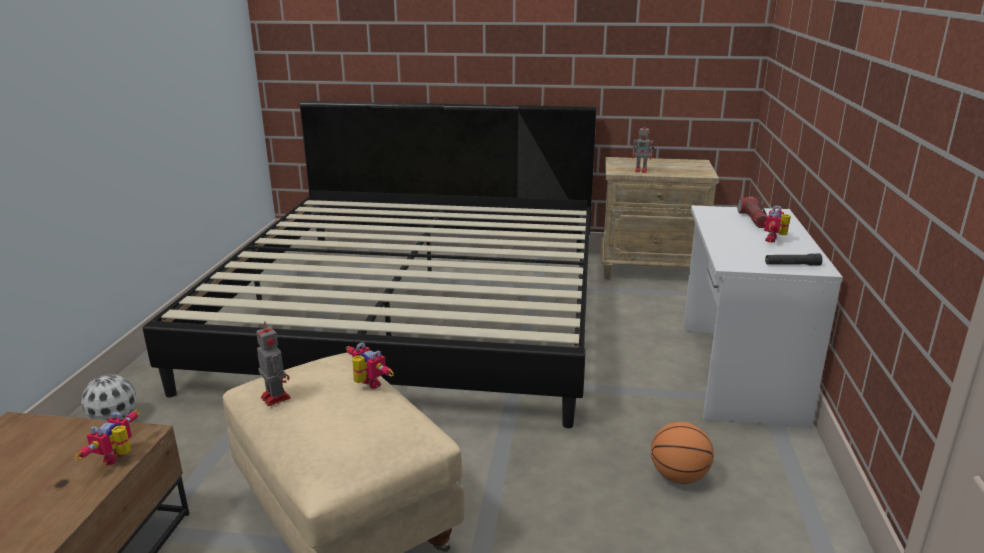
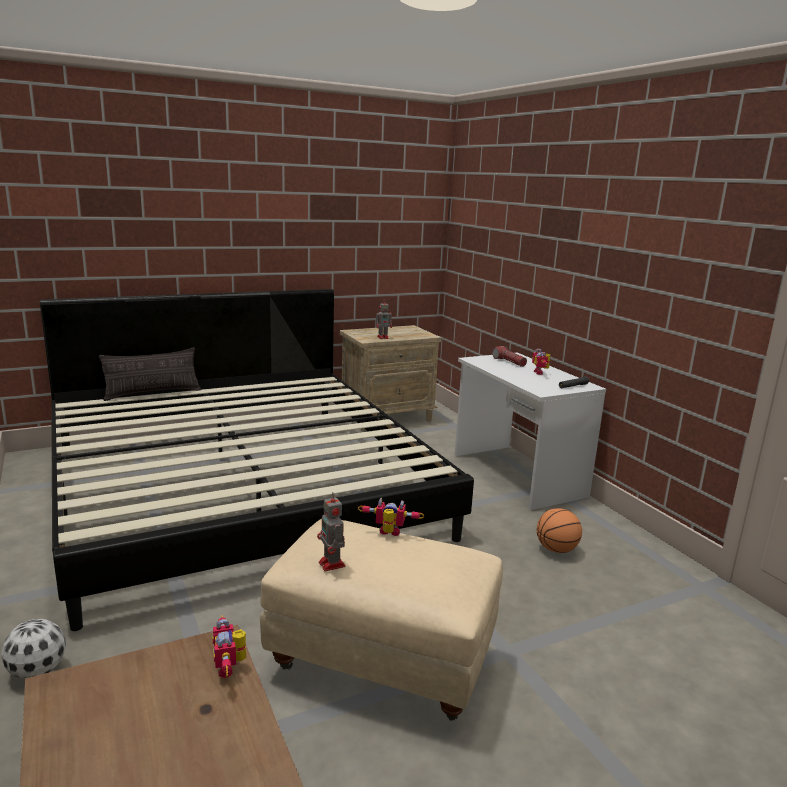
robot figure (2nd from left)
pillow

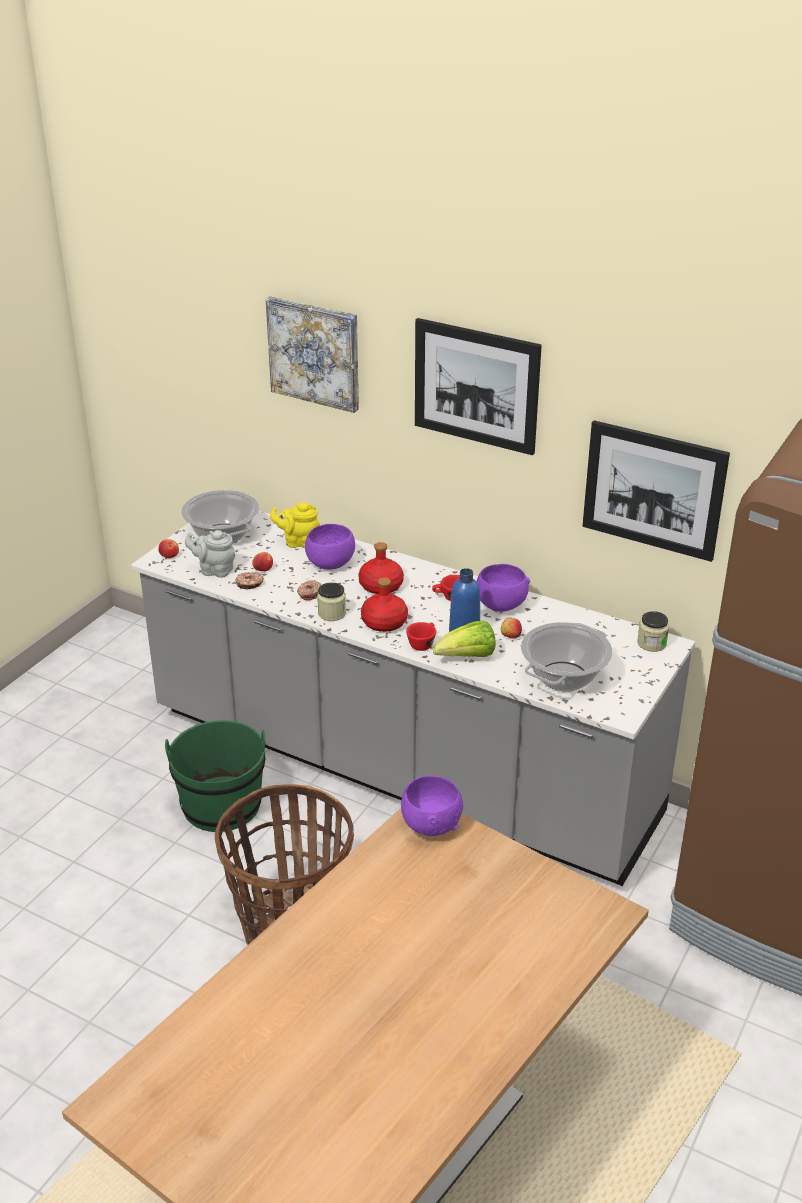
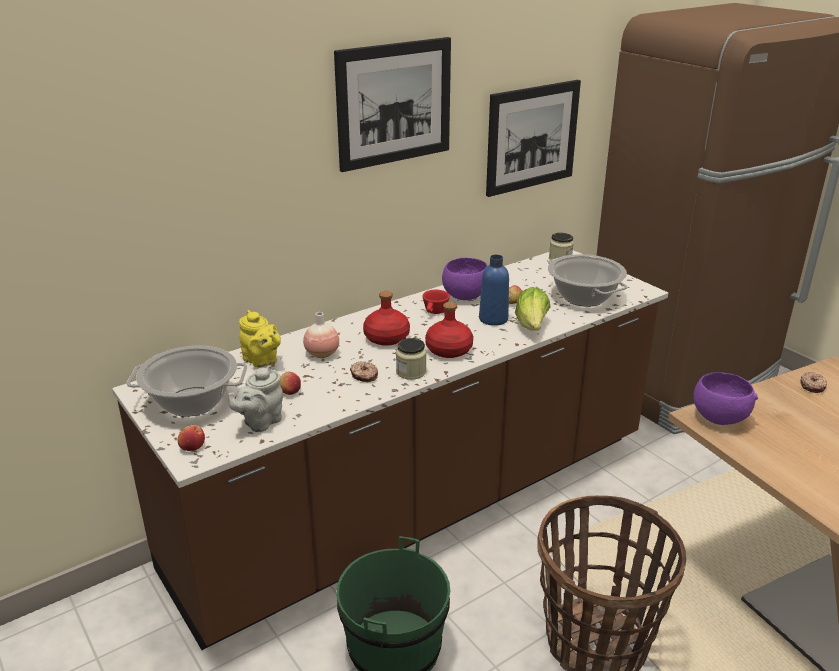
wall art (1st from left in the first image)
yellow teapot
brown-coloured kitchen base unit
flower vase
doughnut (2nd from left)
red drinking cup (1st from left in the first image)

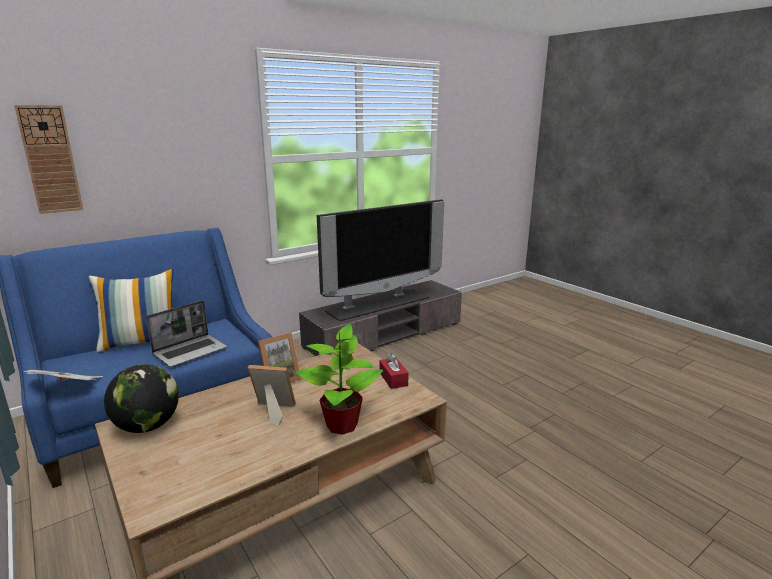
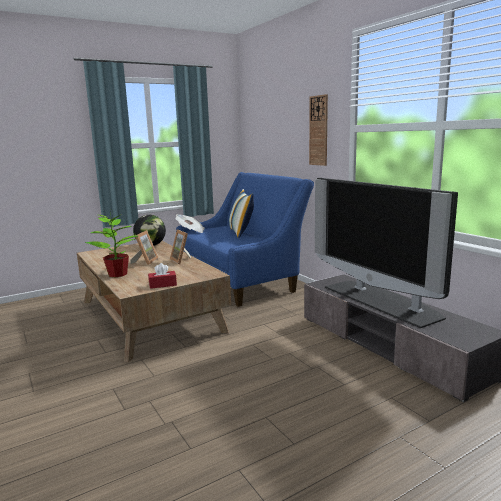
clock on the wall
laptop

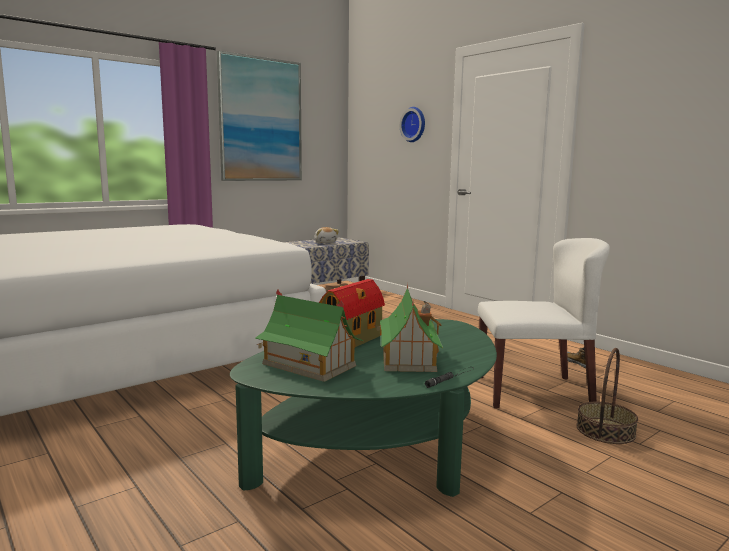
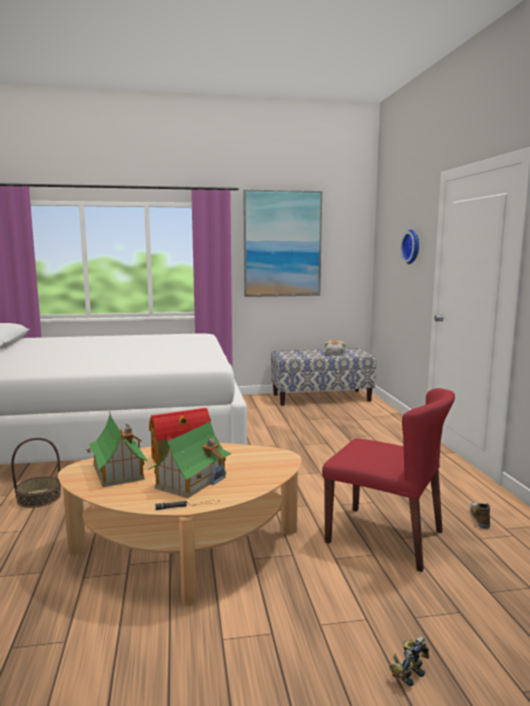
red upright chair
beige coffee table
basket
robot figure

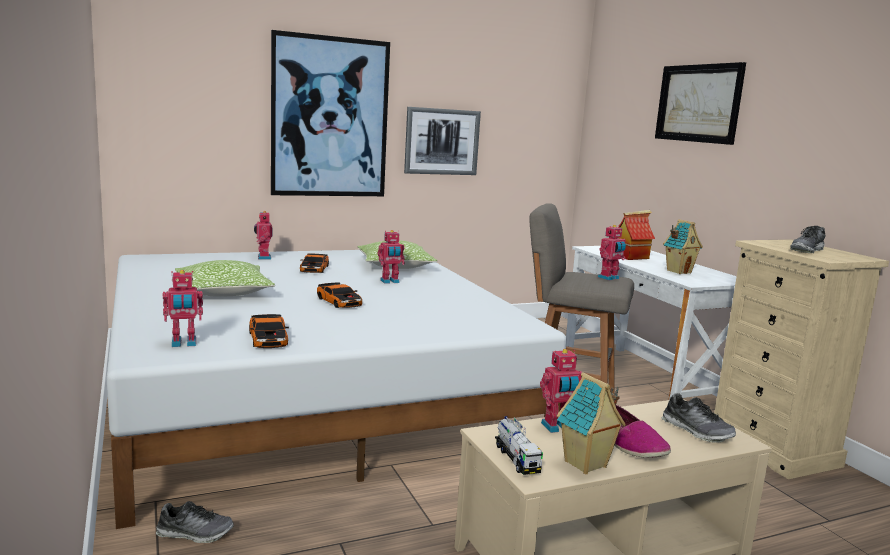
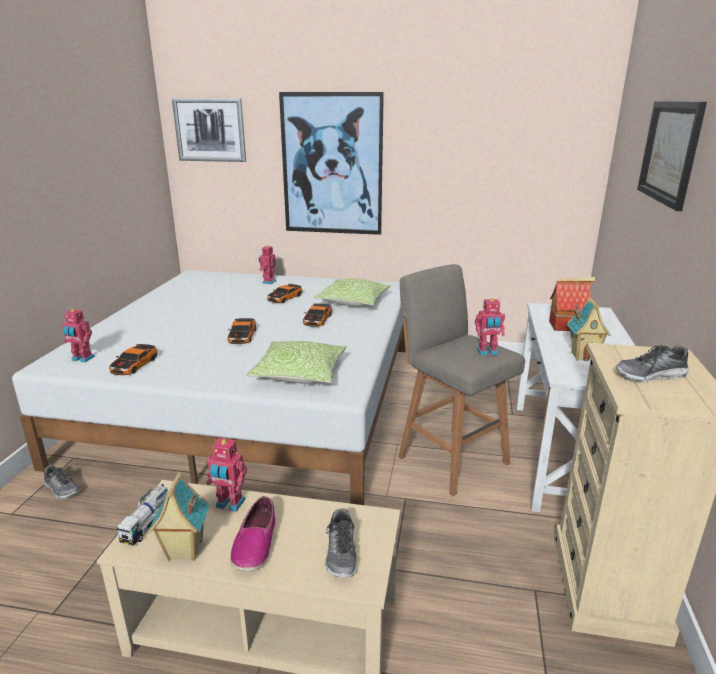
wall art (1st from left)
miniature car (4th from left)
pillow (1st from left)

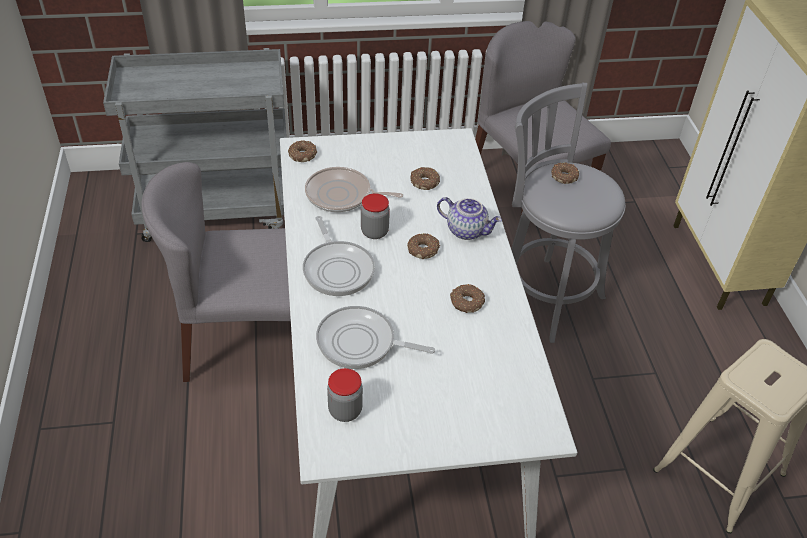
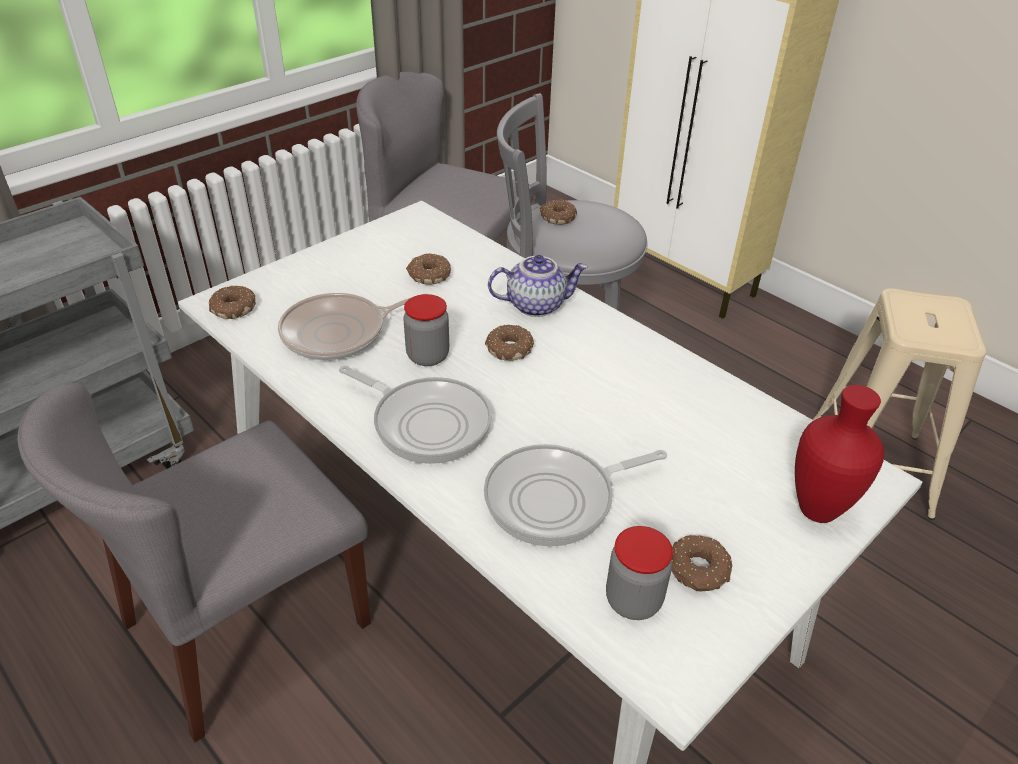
doughnut (5th from left)
red flower vase

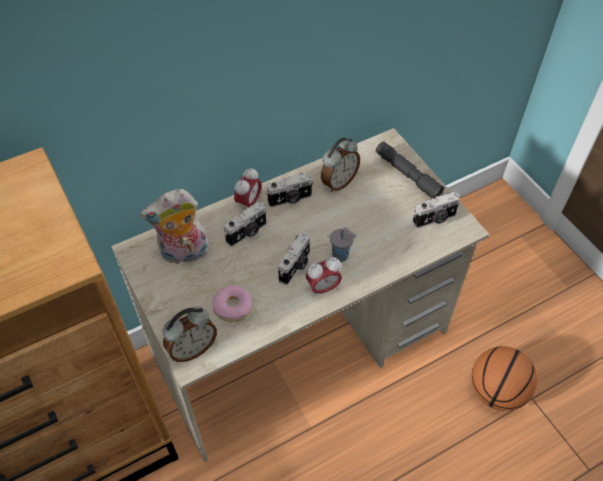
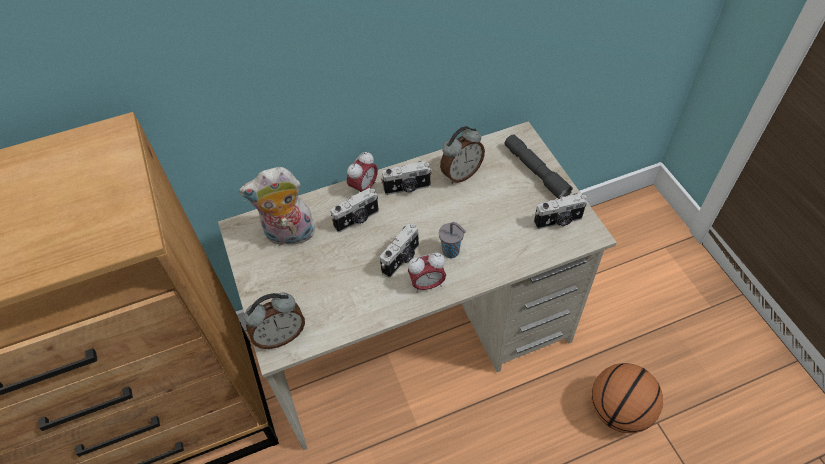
doughnut

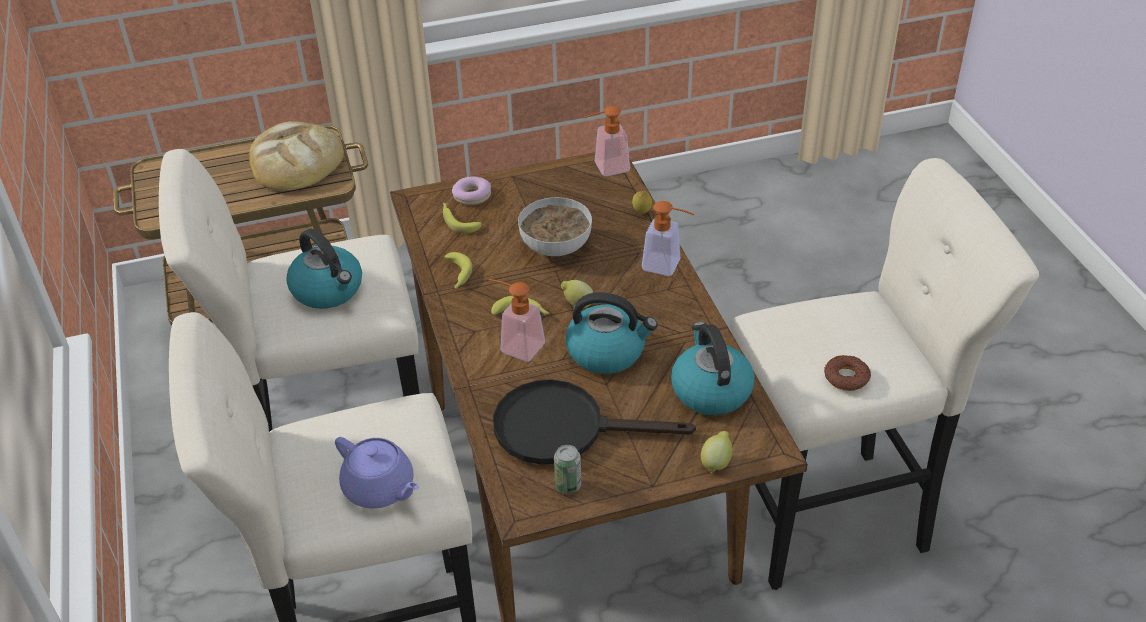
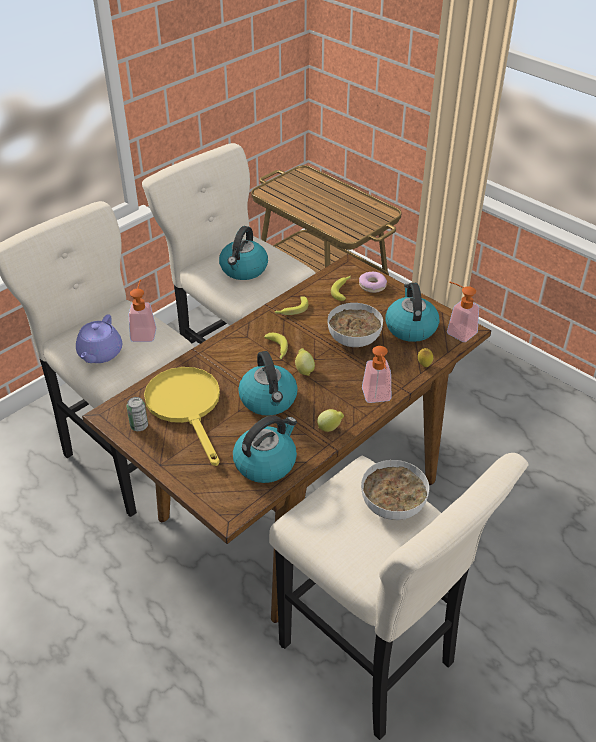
baked bread
soap dispenser (1st from left)
doughnut (2nd from left in the first image)
yellow pan
citrus fruit (2nd from left)
tea kettle (4th from left)
deep dish (2nd from left)

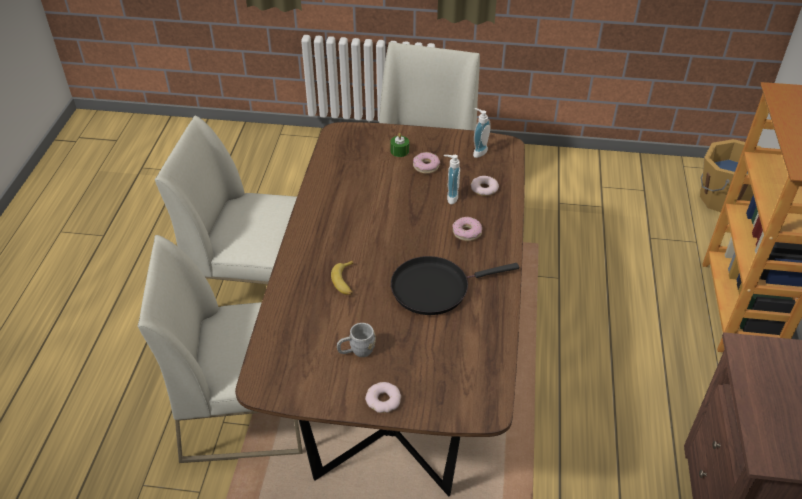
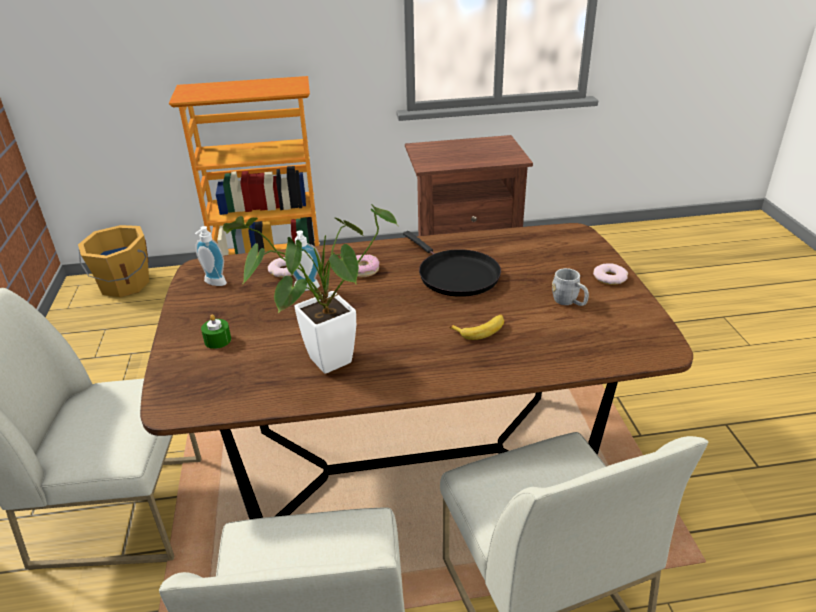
doughnut (2nd from left in the first image)
houseplant

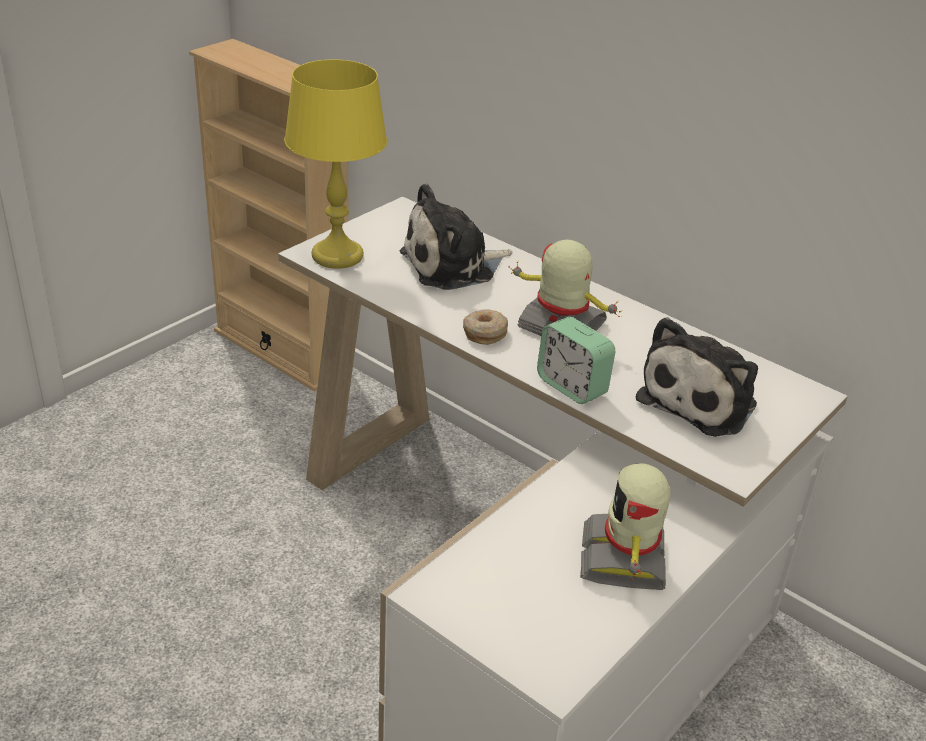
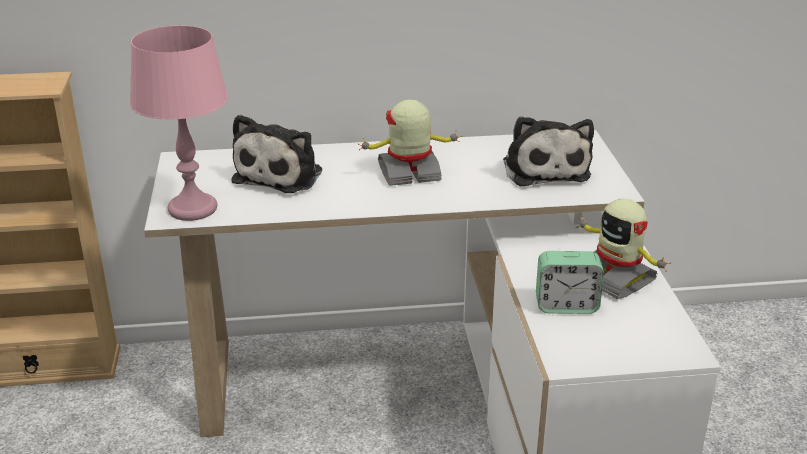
pink-coloured lamp for a table
doughnut
bedside clock

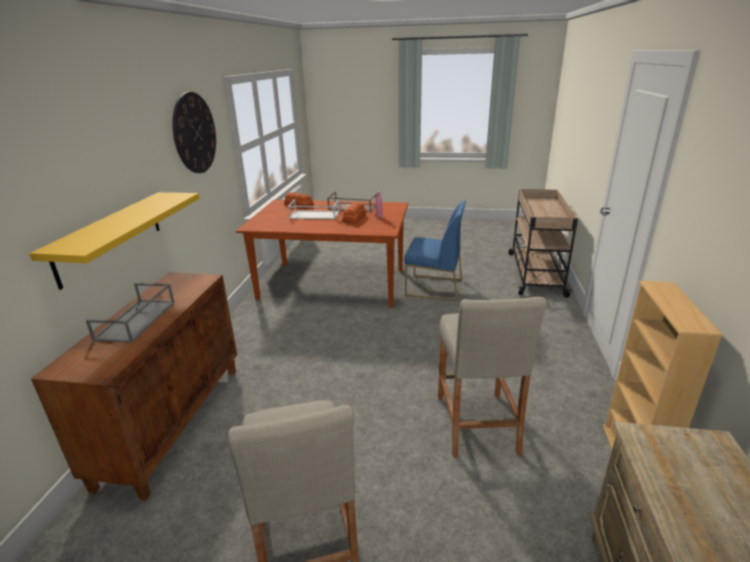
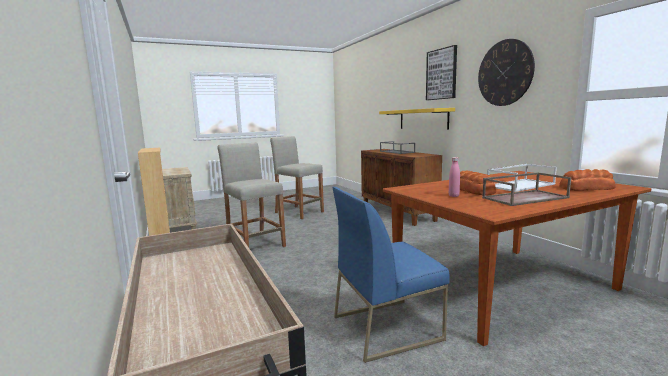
wall art

